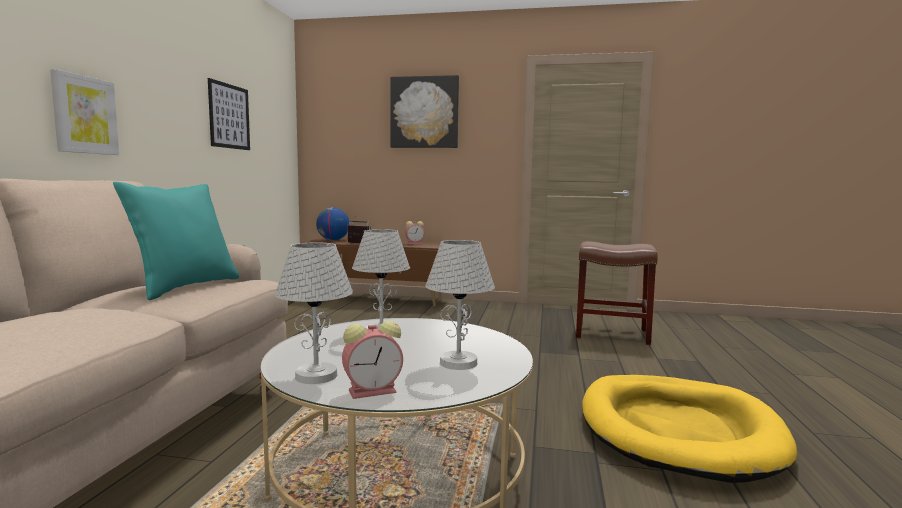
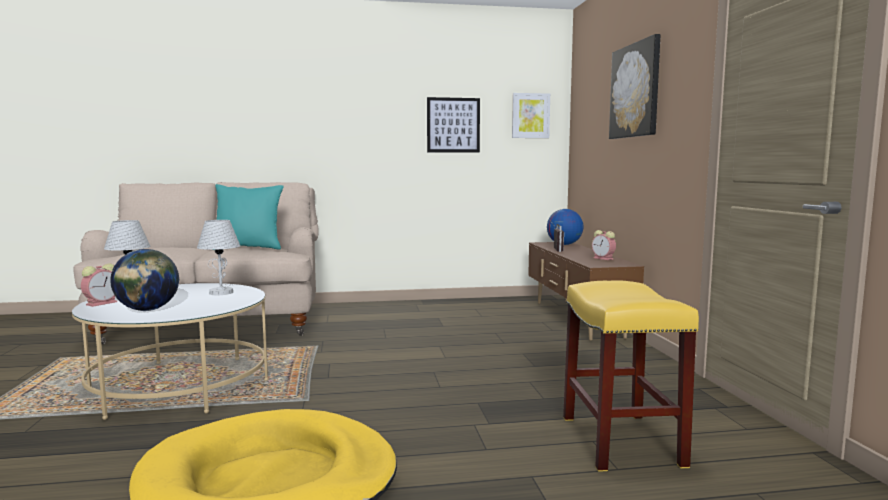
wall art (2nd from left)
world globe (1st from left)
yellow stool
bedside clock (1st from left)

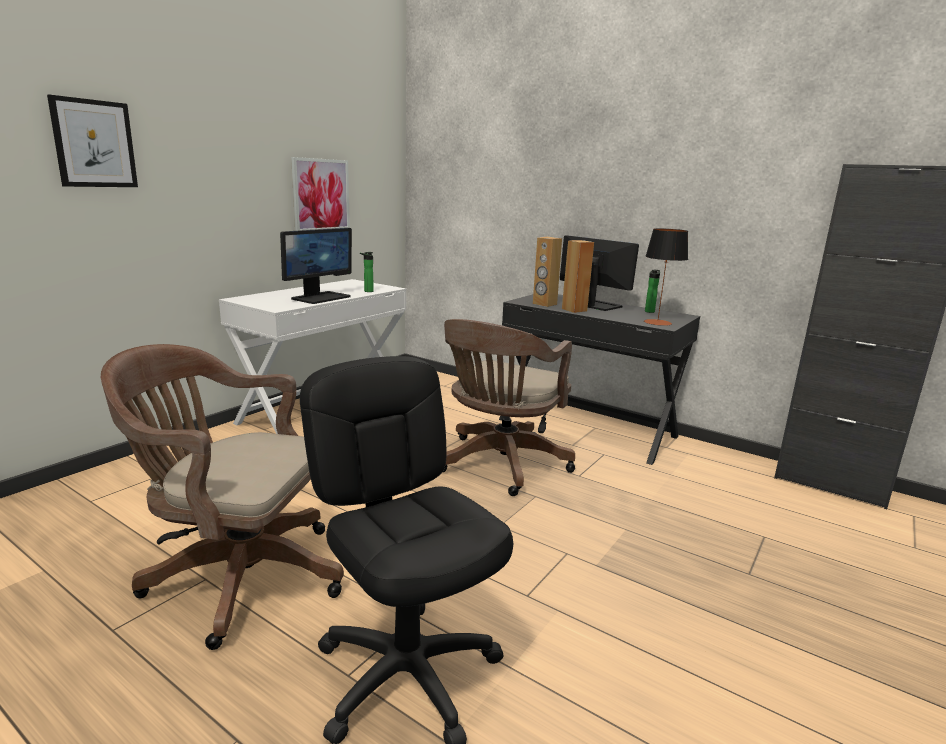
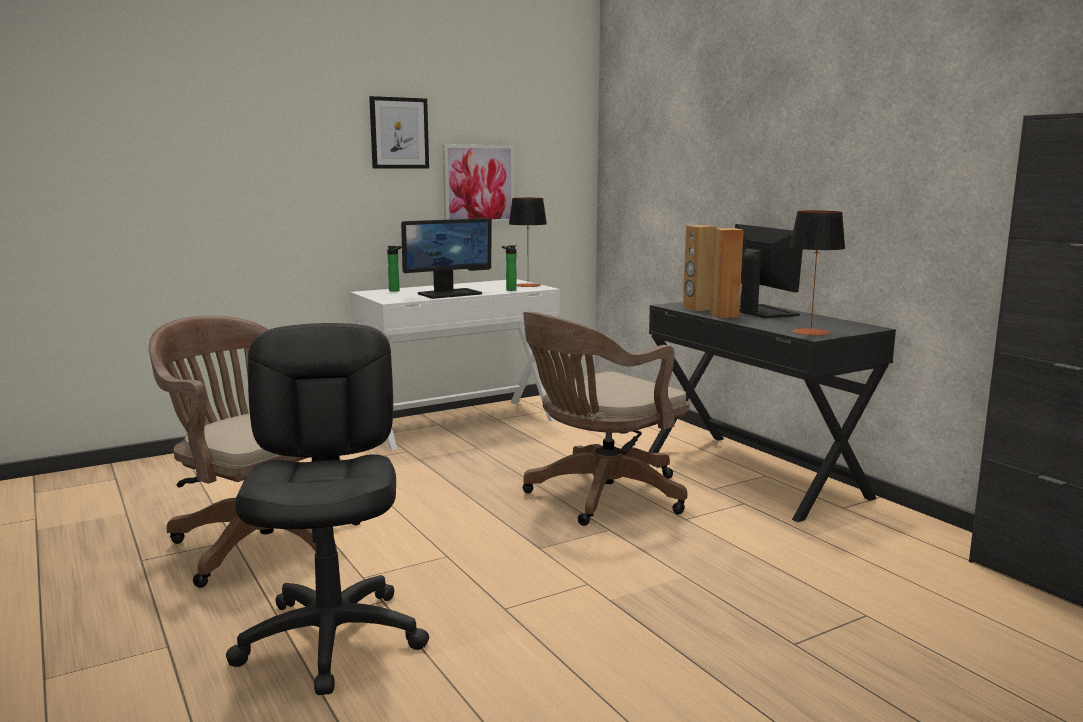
wall art (1st from left)
drink bottle (1st from left)
lamp for a table (1st from left)

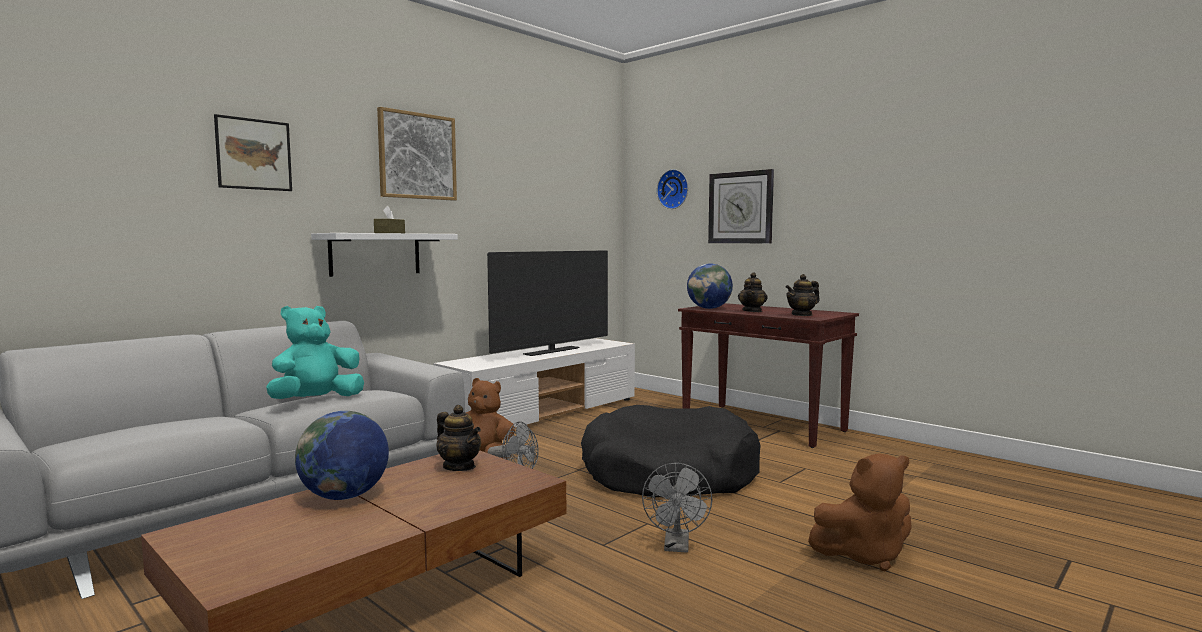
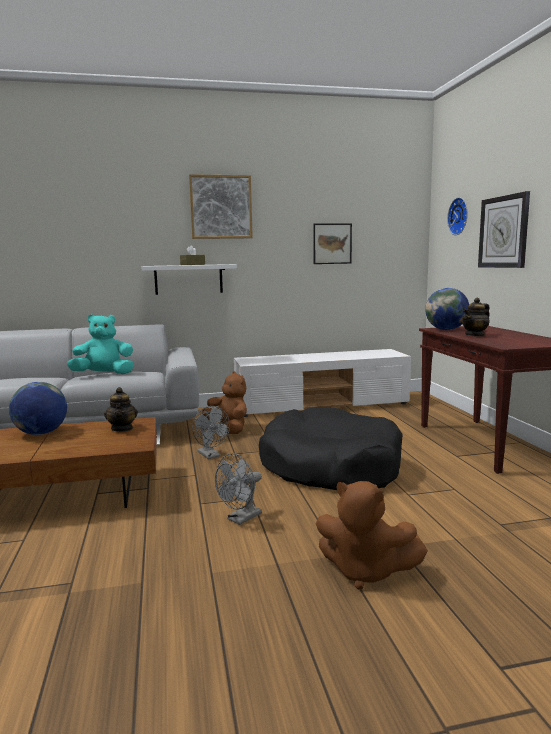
wall art (2nd from left)
TV
teapot (3rd from left in the first image)

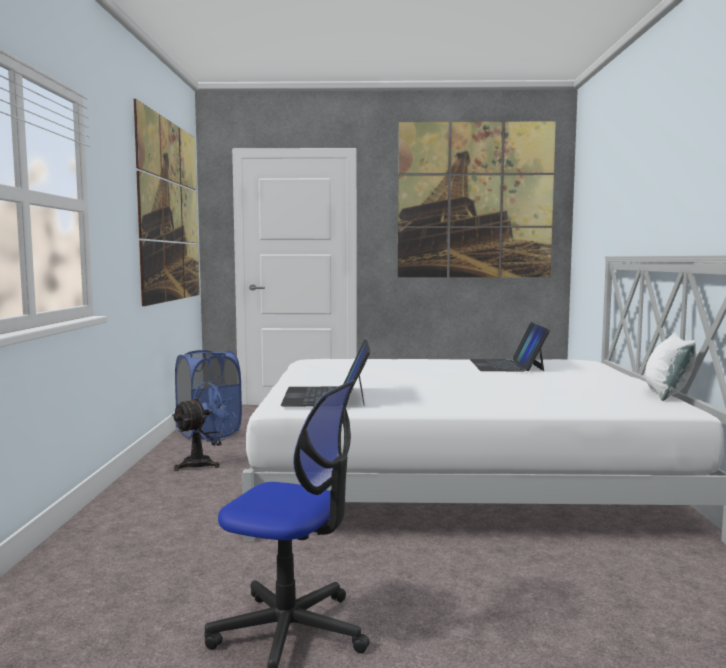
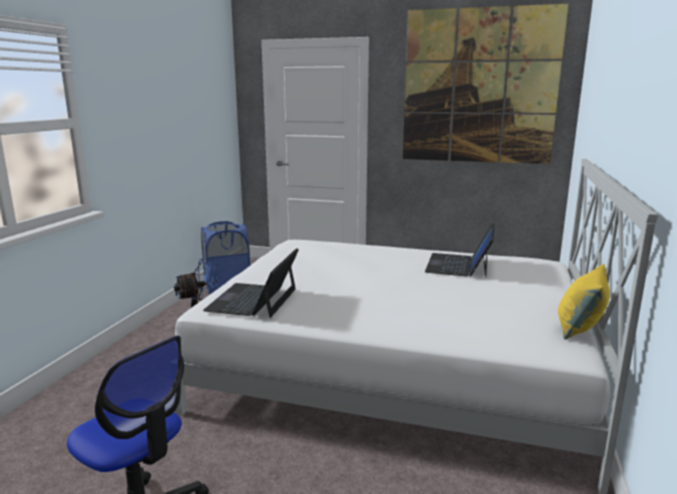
wall art (1st from left in the first image)
yellow pillow

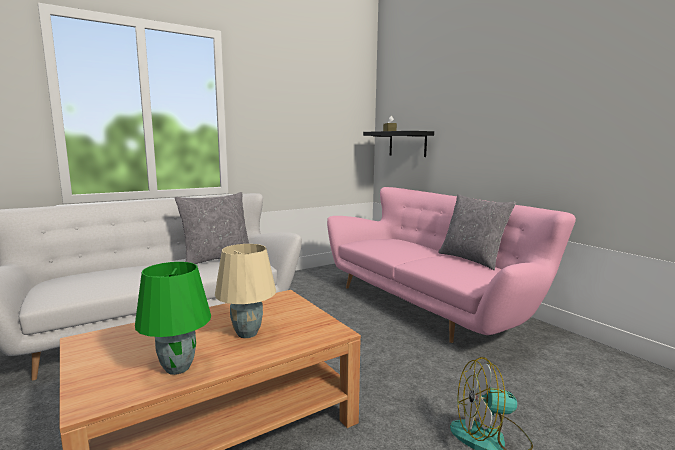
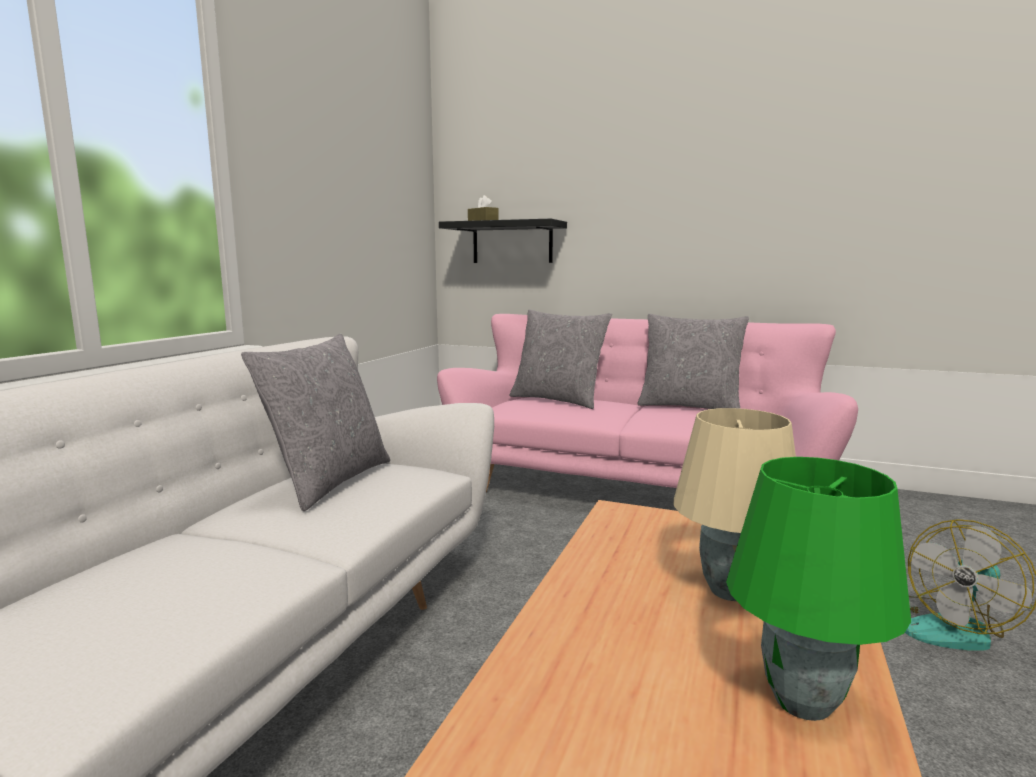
gray pillow (2nd from left)

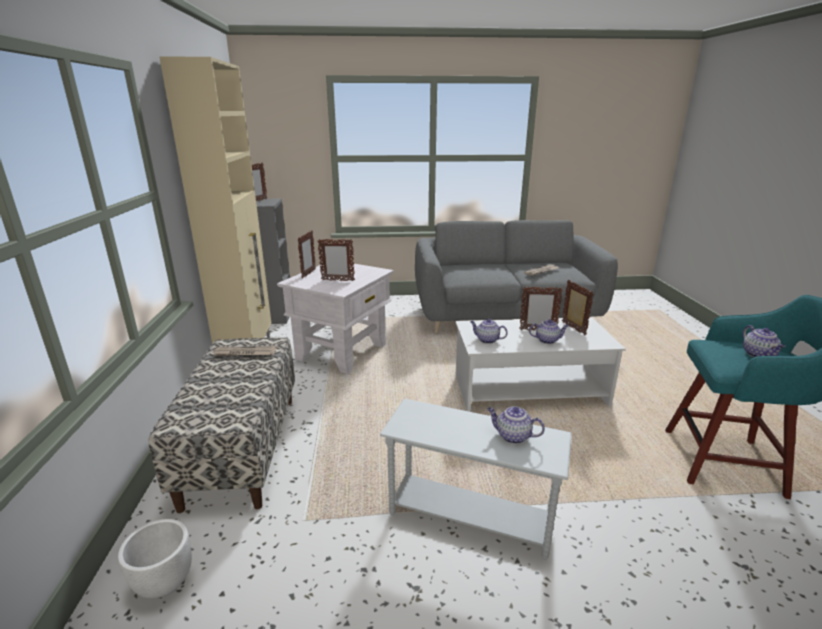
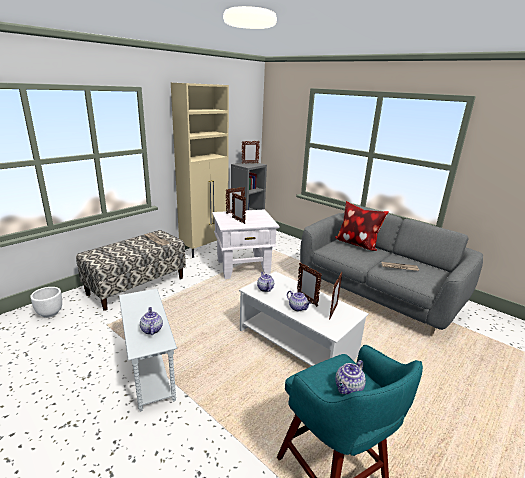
pillow

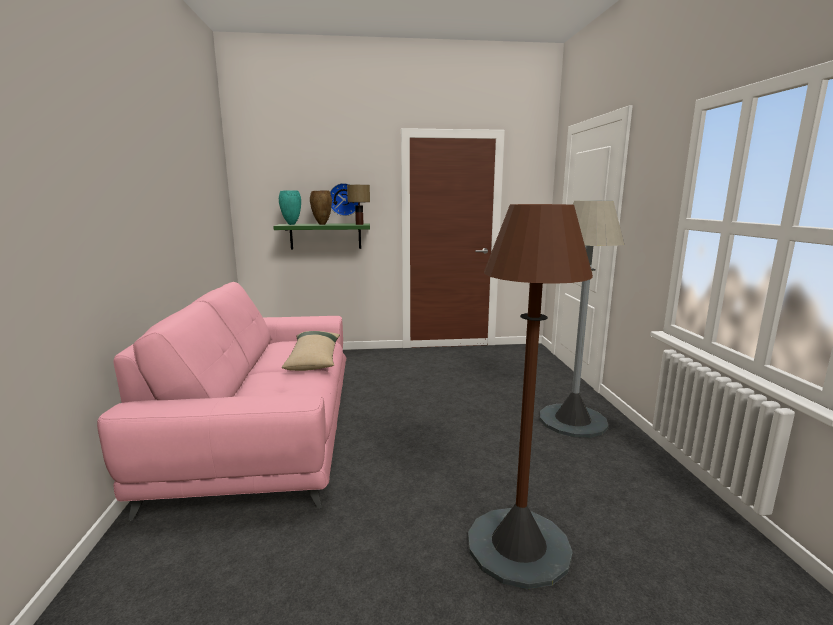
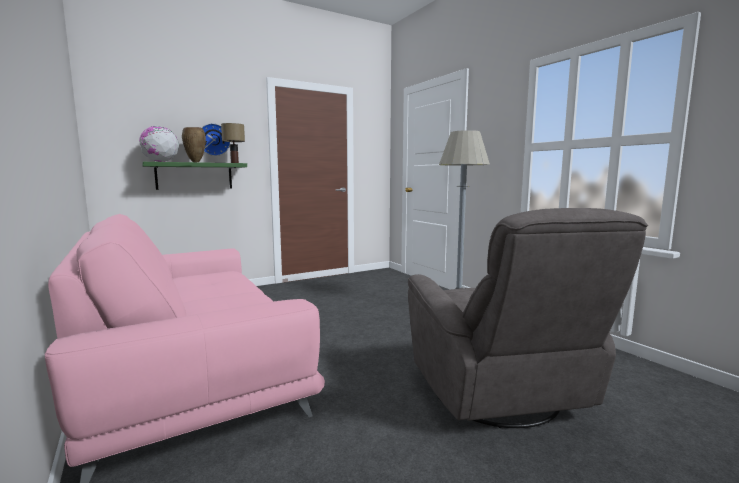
world globe
gray armchair
beige pillow

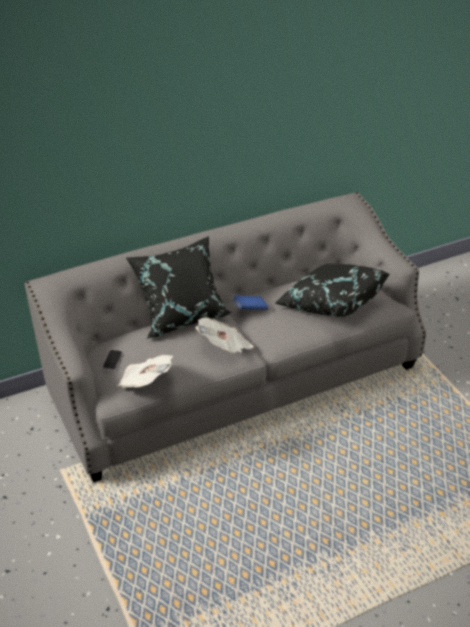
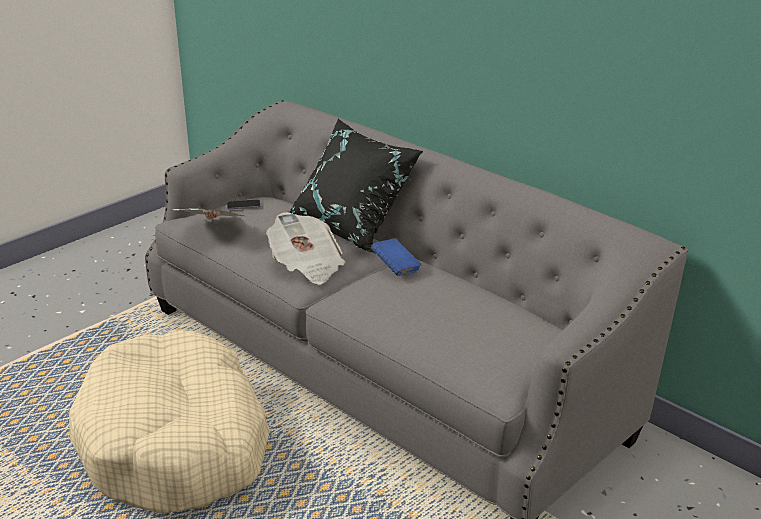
black-coloured pillow (2nd from left in the first image)
beige dog bed

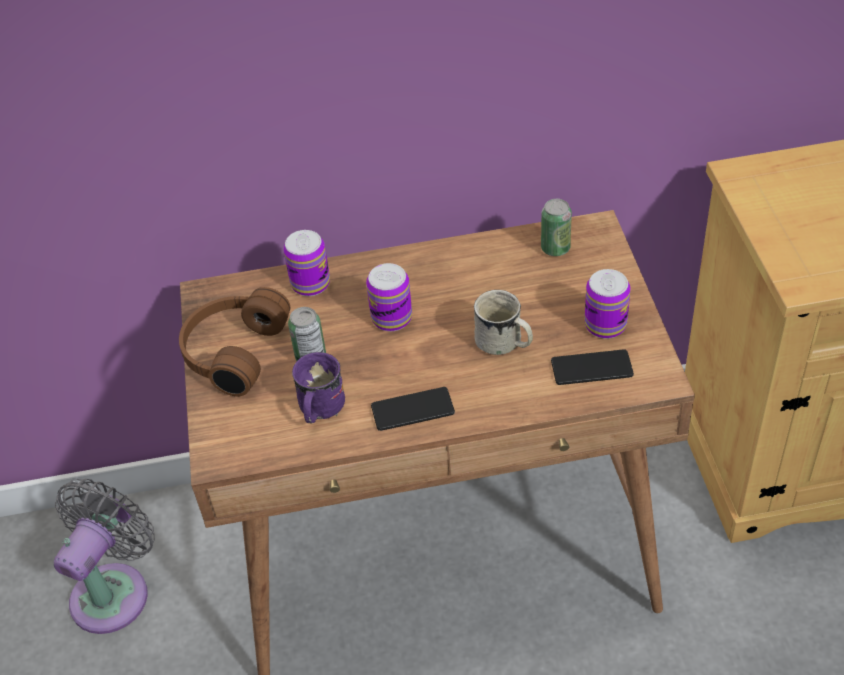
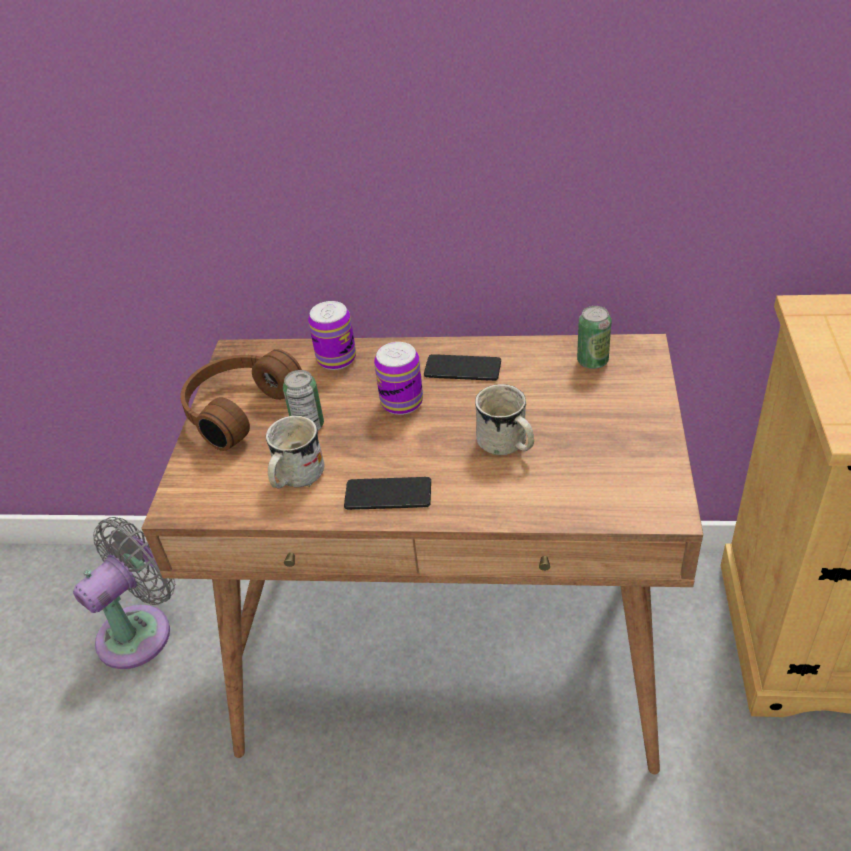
sealed can (5th from left in the first image)
telephone (2nd from left)
white-coloured tea mug (1st from left)

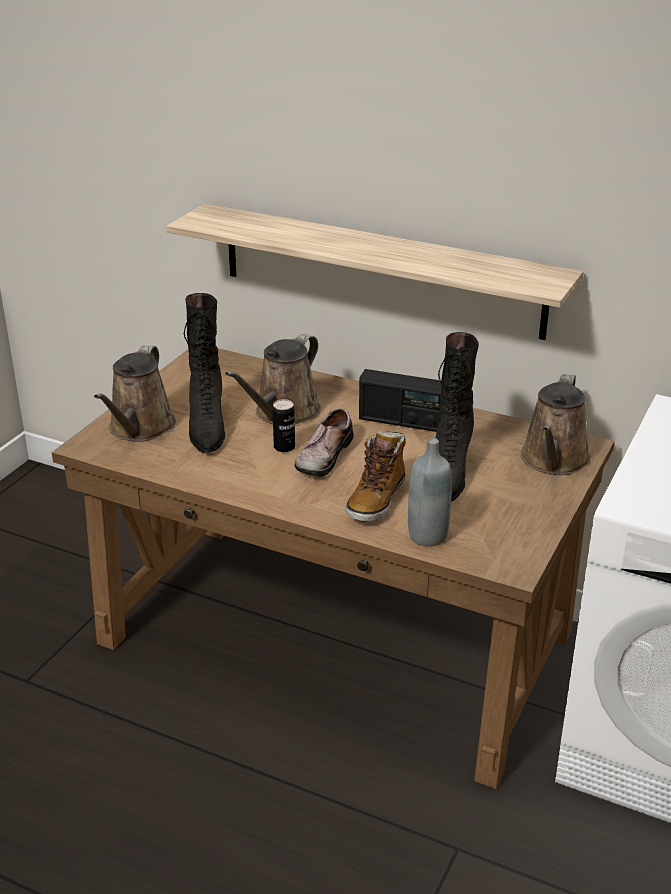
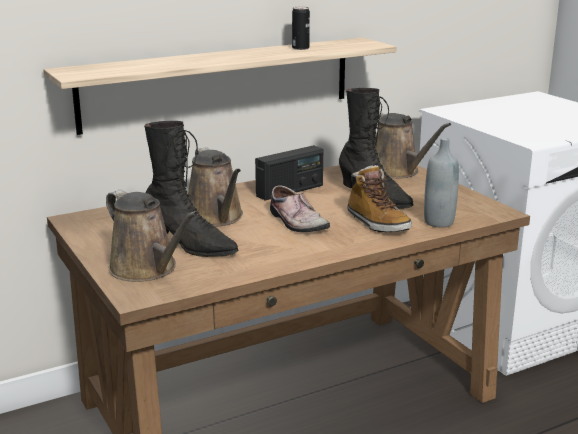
sealed can

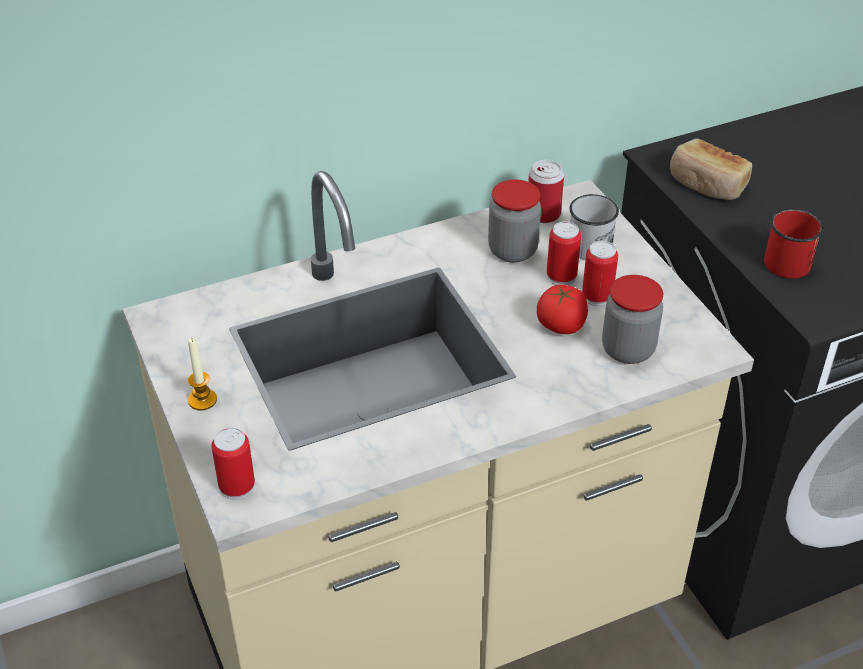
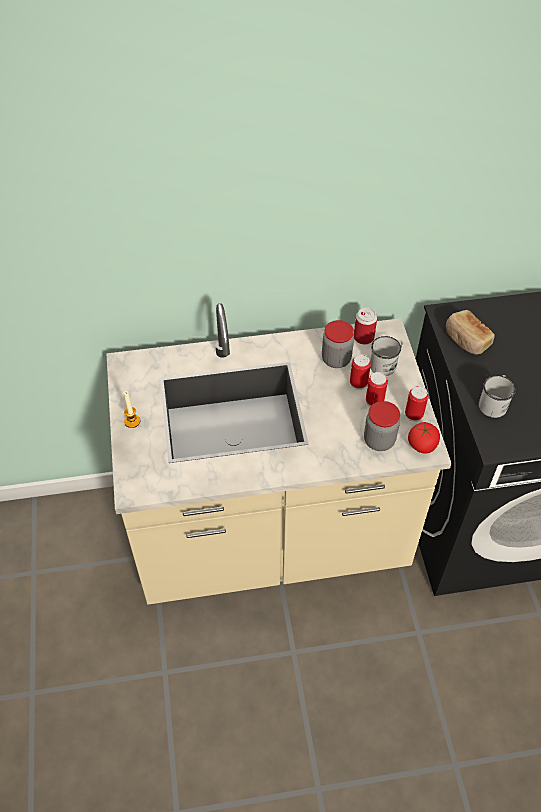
white-coloured tea mug (2nd from left)
whole tomato
sealed can (4th from left)

